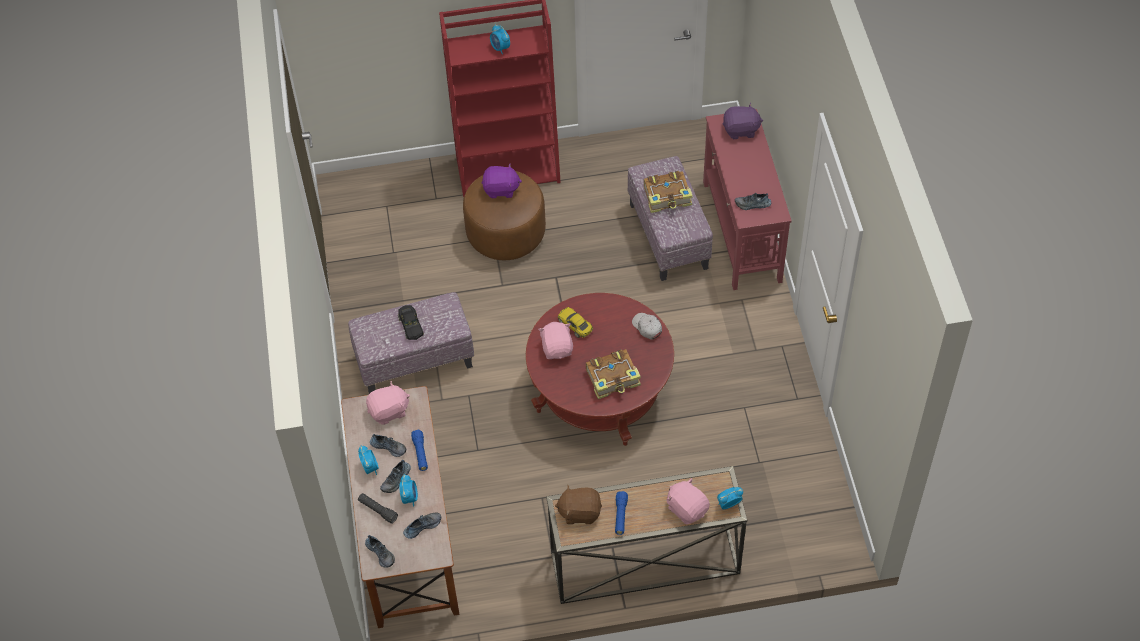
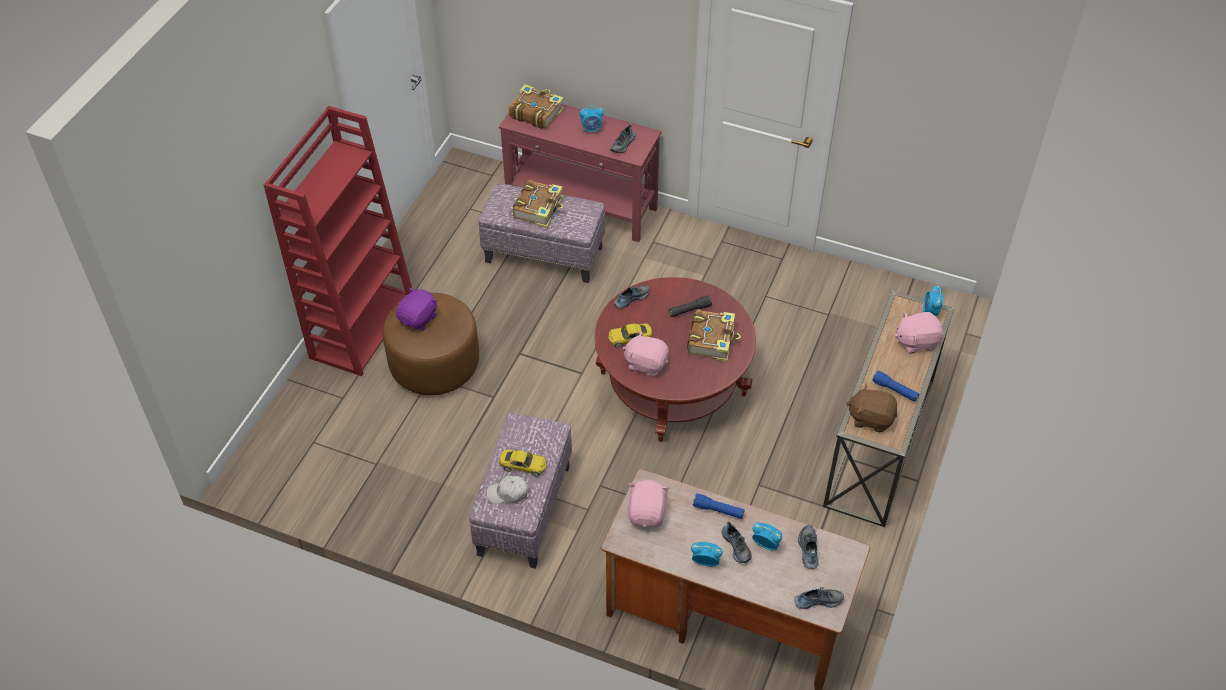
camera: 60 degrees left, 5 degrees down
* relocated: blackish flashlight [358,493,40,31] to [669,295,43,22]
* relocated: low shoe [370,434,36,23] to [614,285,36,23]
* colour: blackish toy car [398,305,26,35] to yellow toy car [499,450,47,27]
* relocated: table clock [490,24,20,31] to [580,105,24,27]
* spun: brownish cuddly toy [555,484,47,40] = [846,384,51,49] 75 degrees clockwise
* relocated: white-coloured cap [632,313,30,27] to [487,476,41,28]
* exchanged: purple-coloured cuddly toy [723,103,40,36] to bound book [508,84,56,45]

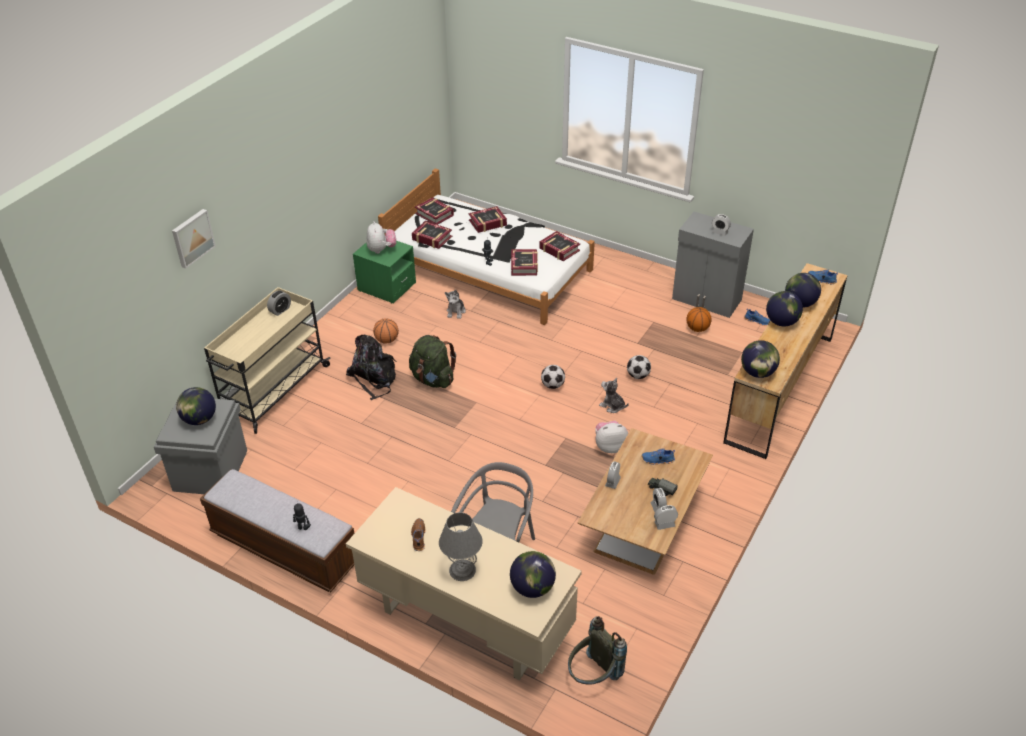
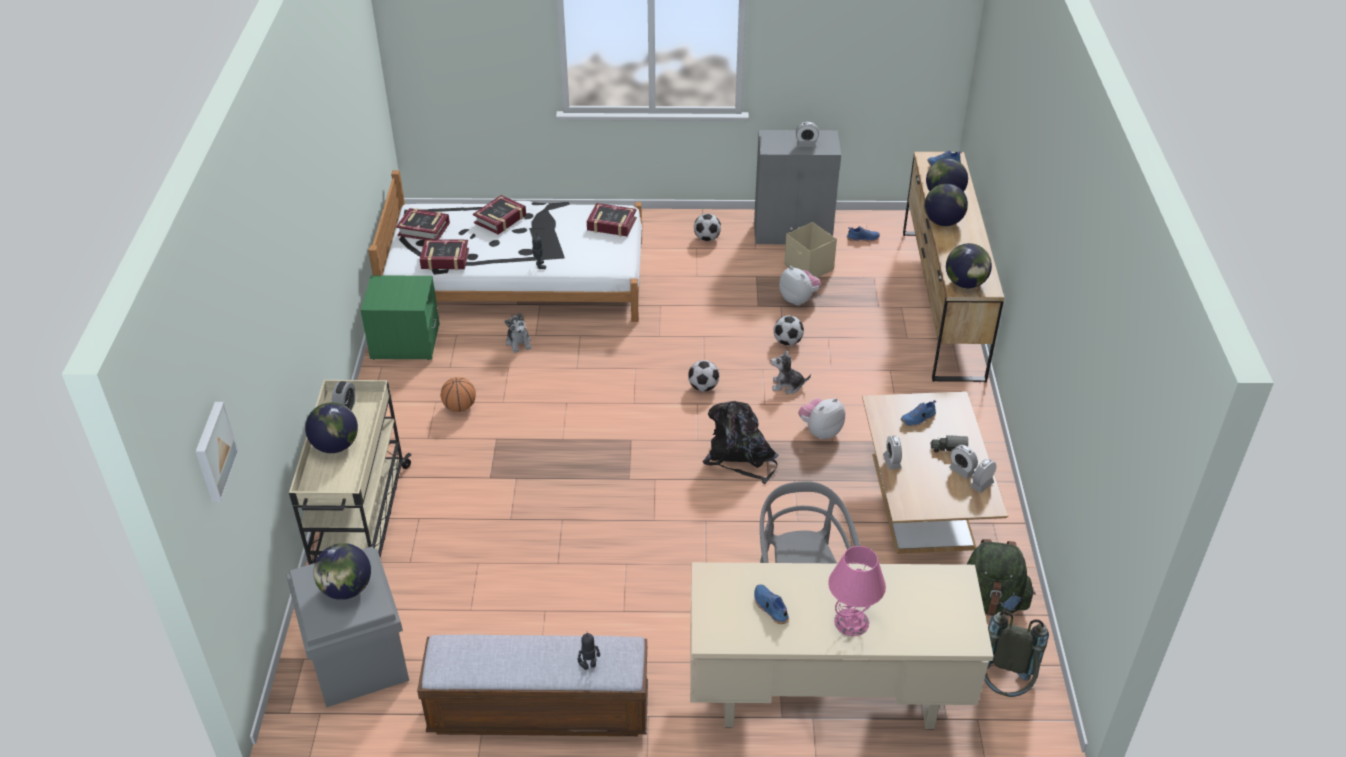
camera: 30 degrees left, 0 degrees up
* relocated: wall art [172,209,44,60] to [195,401,44,101]
* relocated: blackish backpack [346,335,51,65] to [702,401,76,83]
* relocated: cuddly toy [366,221,30,33] to [779,266,42,40]
* relocated: greenish backpack [409,335,47,53] to [967,539,68,77]
* colour: brownish low shoe [411,518,15,33] to blue-coloured low shoe [754,584,35,40]
* colour: greyish tabletop lamp [439,512,44,69] to pinkish tabletop lamp [828,546,58,90]
* relocated: desk globe [510,551,46,47] to [305,402,53,51]
* missing: bound book [511,249,27,27]
* exchanged: ball for basketball [686,307,26,25] to beige storage box [784,222,53,56]
* appeared: football [694,214,27,27]

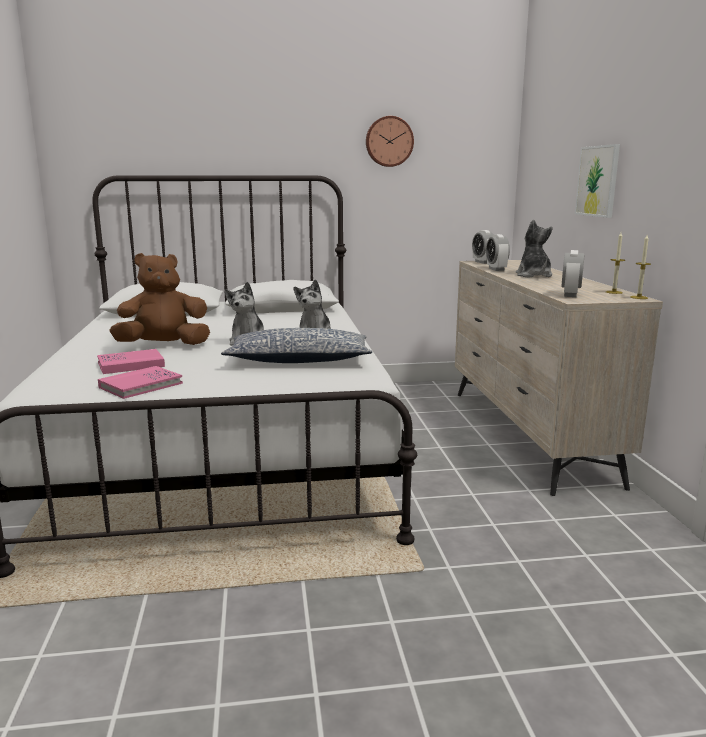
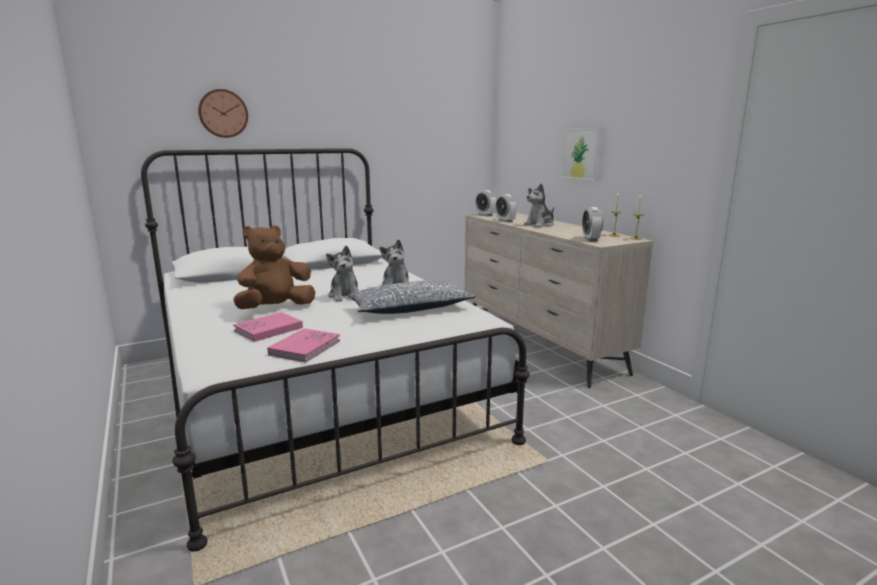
camera: 20 degrees left, 0 degrees up
* relocated: clock on the wall [366,116,48,51] to [198,89,50,49]
* spun: cuddly toy [516,220,37,58] = [524,183,30,44] 105 degrees counterclockwise

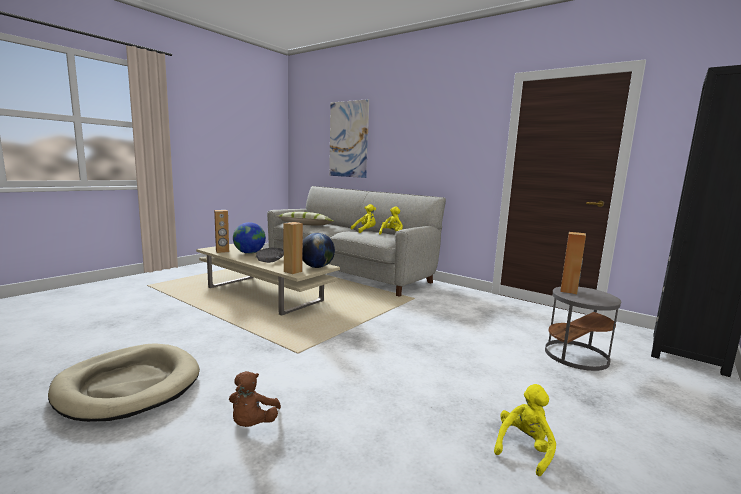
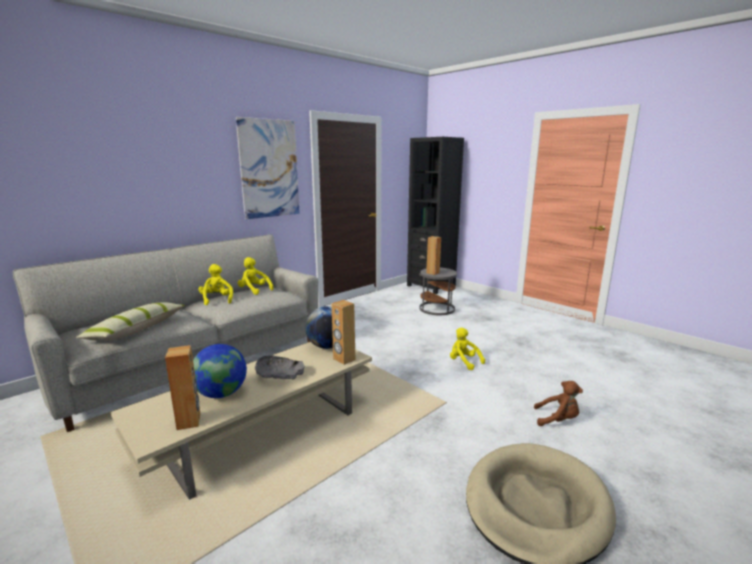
camera: 80 degrees left, 5 degrees up
* relocated: wall art [329,99,40,79] to [236,117,63,102]
* relocated: yellow cuddly toy [494,384,62,92] to [450,328,35,42]

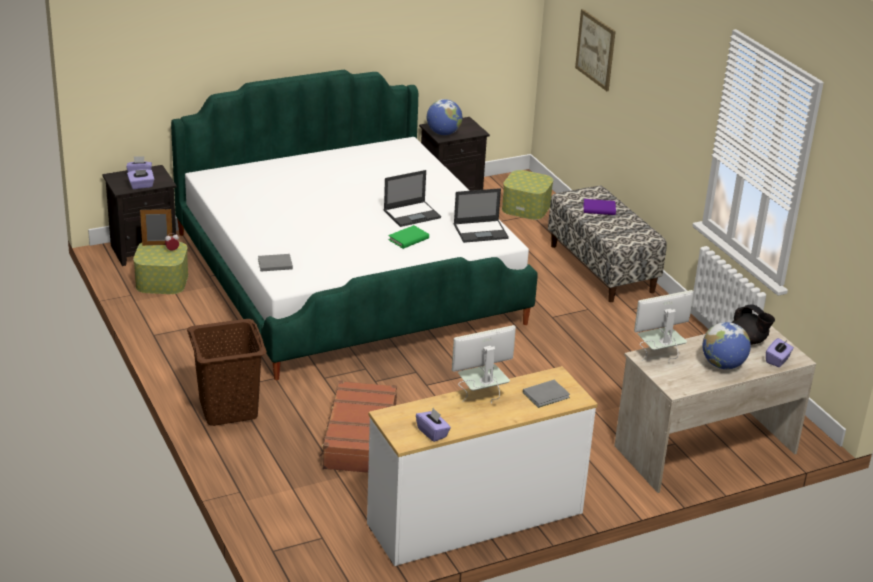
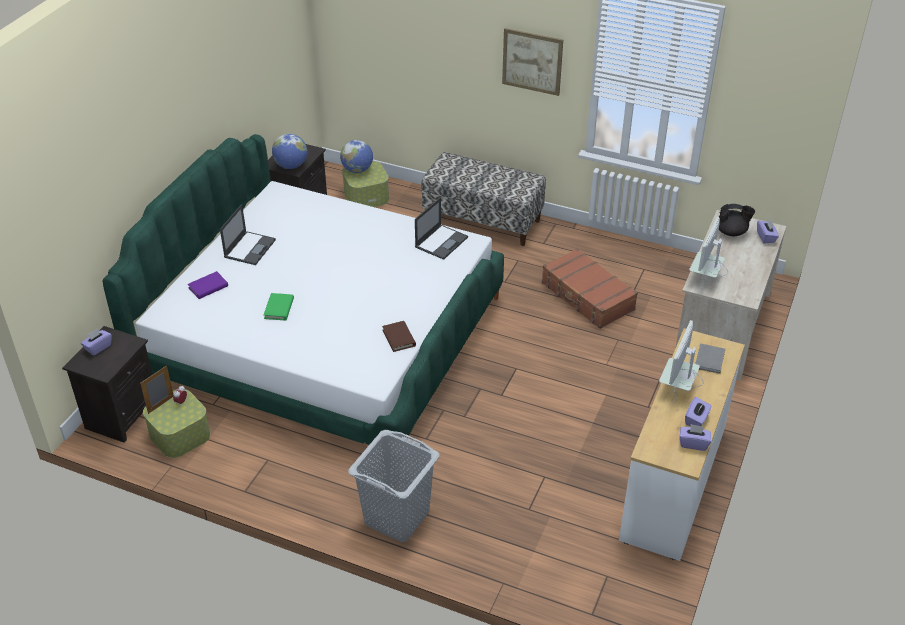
camera: 40 degrees left, 10 degrees up
* relocated: purple-coloured box of tissues [127,169,27,20] to [685,397,27,29]
* colour: brownish laundry basket [187,319,80,107] to greyish laundry basket [348,430,92,112]
* missing: greyish bound book [258,254,35,17]
* relocated: brownish piece of luggage [319,380,78,93] to [542,248,96,81]
* relocated: notebook computer [384,170,57,57] to [220,204,56,61]
* relocated: greenish bound book [388,225,41,24] to [263,293,31,27]
* relocated: wall art [575,9,41,82] to [502,28,61,68]
* relocated: purple-coloured bound book [583,199,33,16] to [188,271,40,28]
* relocated: desk globe [702,322,49,47] to [340,140,33,33]
* appeared: brownish bound book [382,321,34,31]

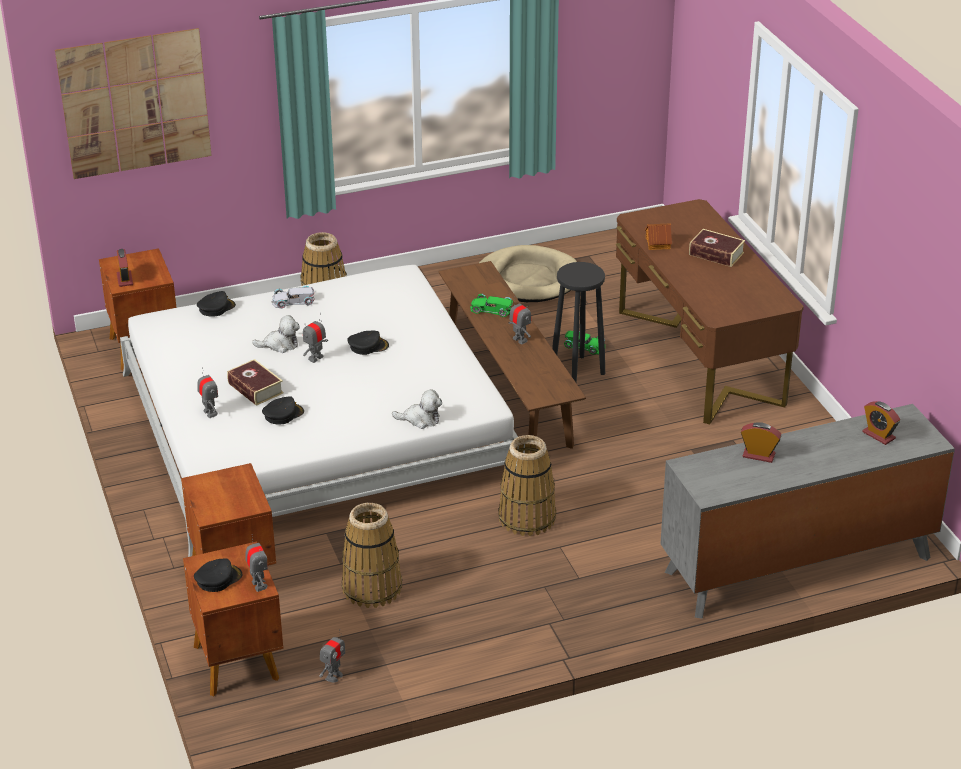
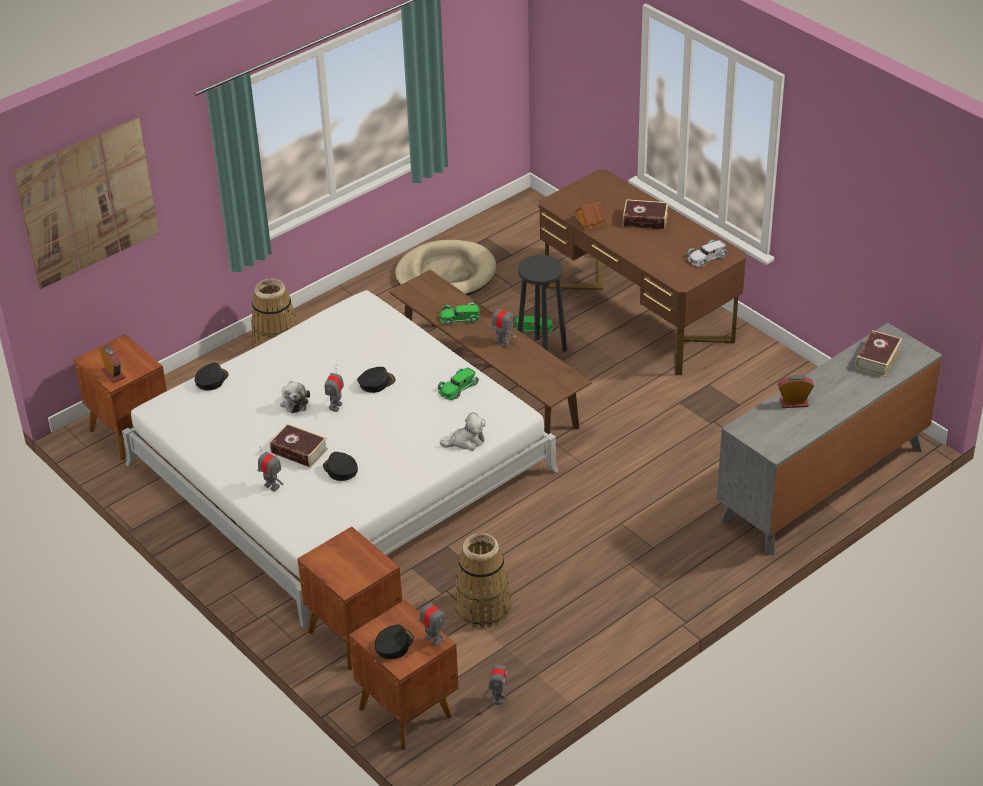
camera: 20 degrees left, 5 degrees up
* spun: cuddly toy [252,315,48,38] = [280,381,30,32] 105 degrees clockwise
* spun: blackish cap [262,396,42,29] = [323,452,35,29] 75 degrees counterclockwise
* relocated: white-coloured toy car [272,285,43,24] to [687,240,41,27]
* missing: basket [498,435,58,101]
* exchanged: table clock [862,401,38,44] to bound book [855,330,47,47]
* appeared: greenish toy car [437,368,42,32]

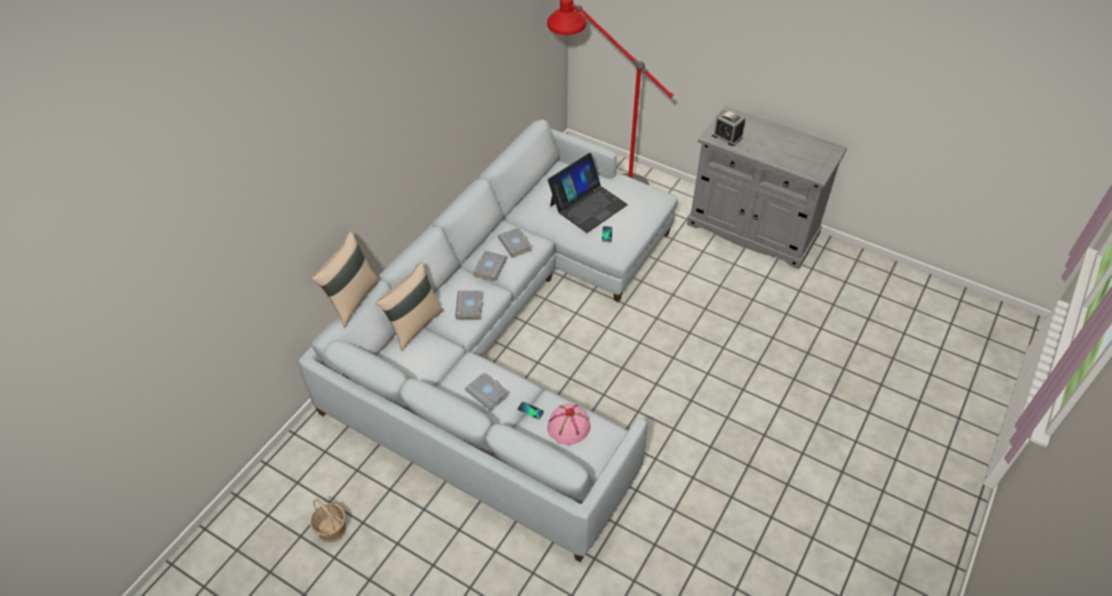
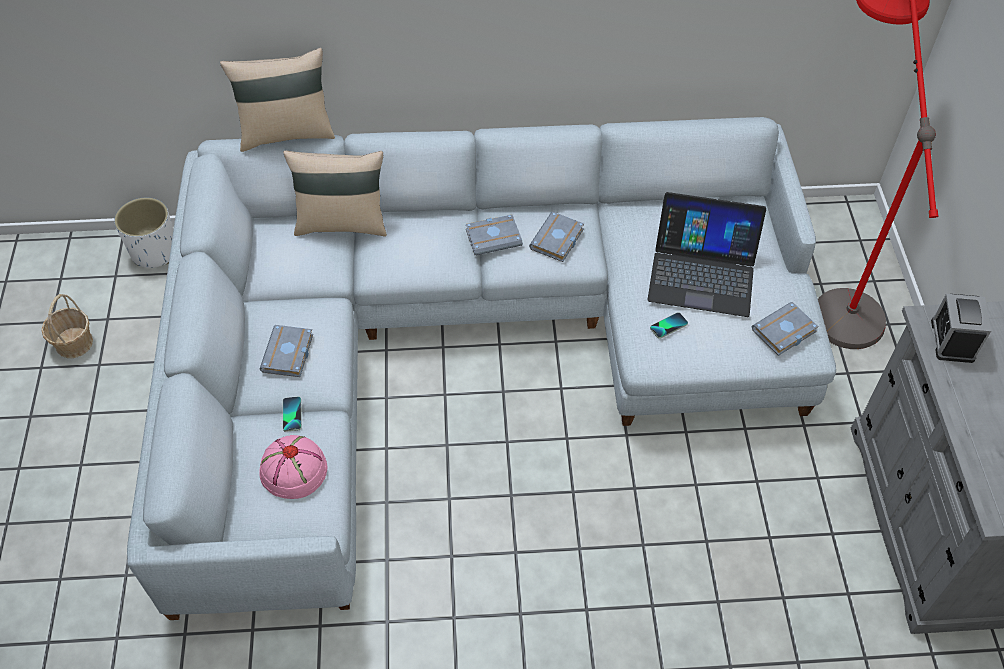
camera: 55 degrees right, 5 degrees up
* relocated: greyish bound book [455,290,28,29] to [752,302,67,54]
* appeared: white-coloured planter [114,198,59,70]

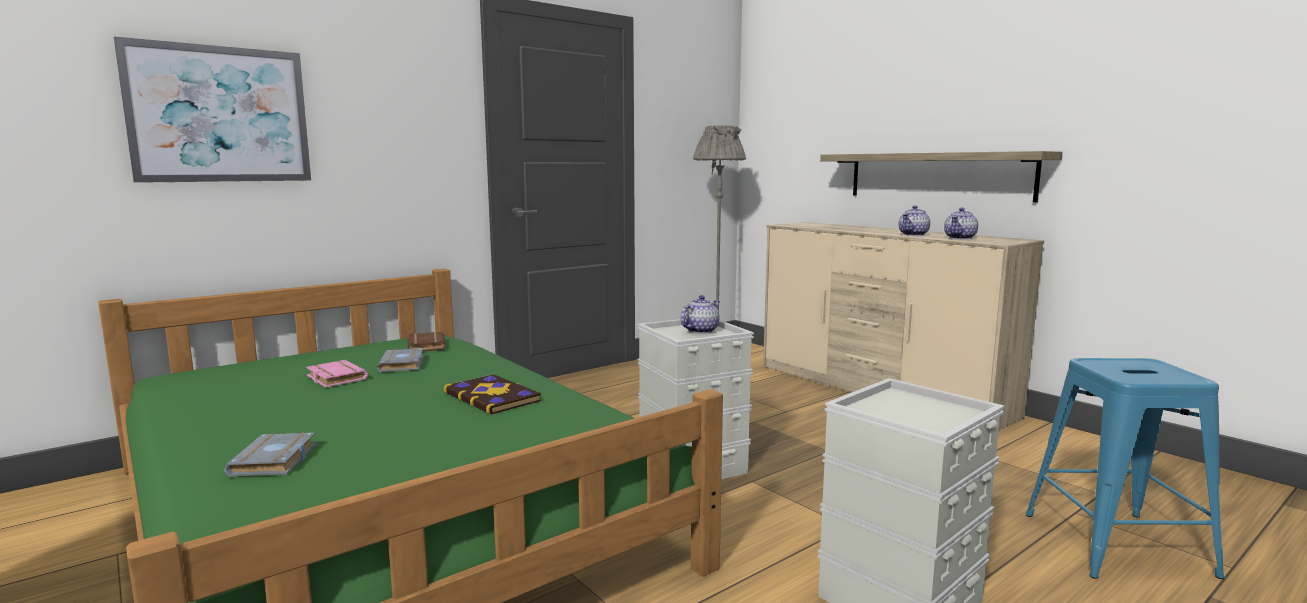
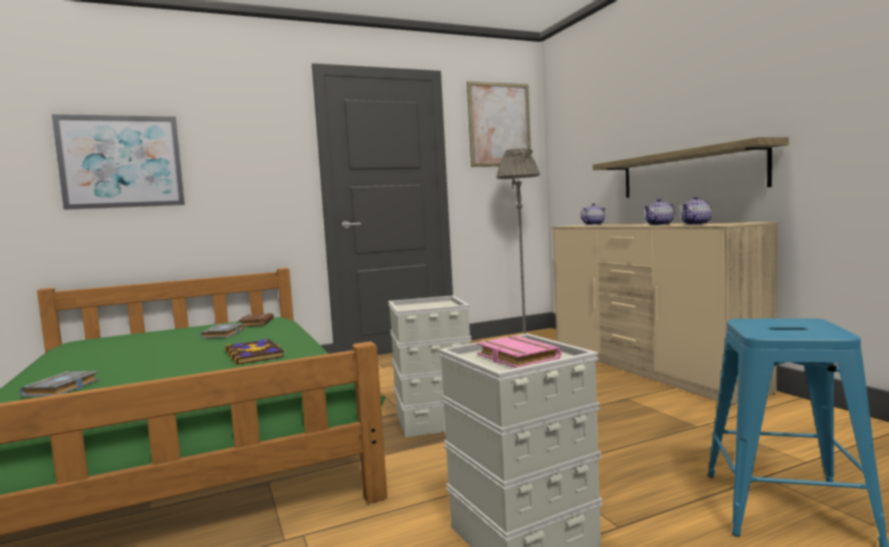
camera: 15 degrees right, 5 degrees down
* relocated: pinkish bound book [306,360,62,28] to [477,336,85,32]
* relocated: pot for tea [681,295,39,39] to [580,203,26,22]
* appeared: wall art [467,81,64,86]

